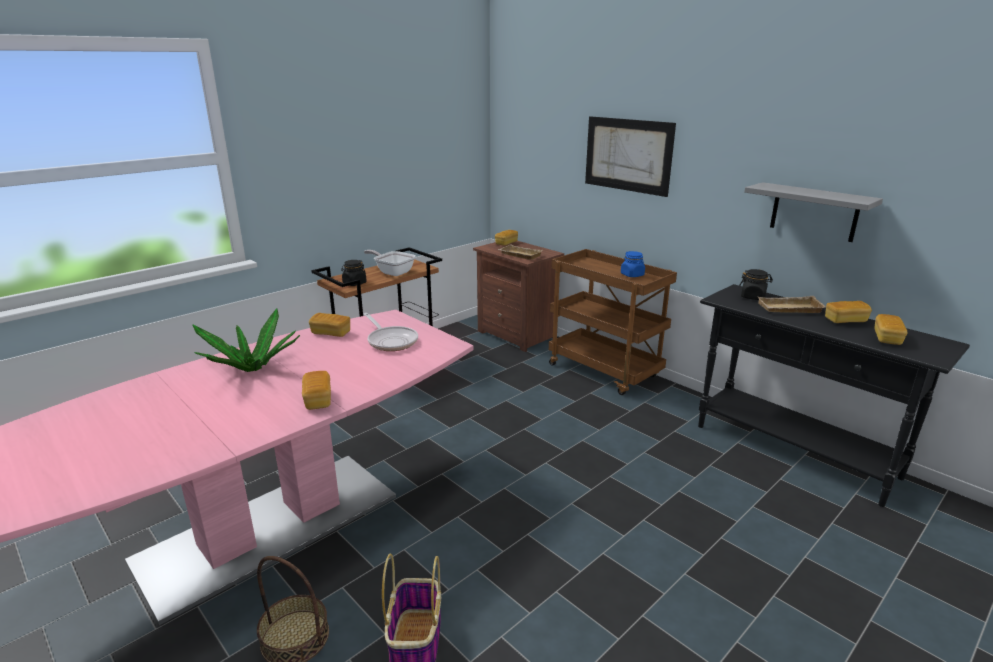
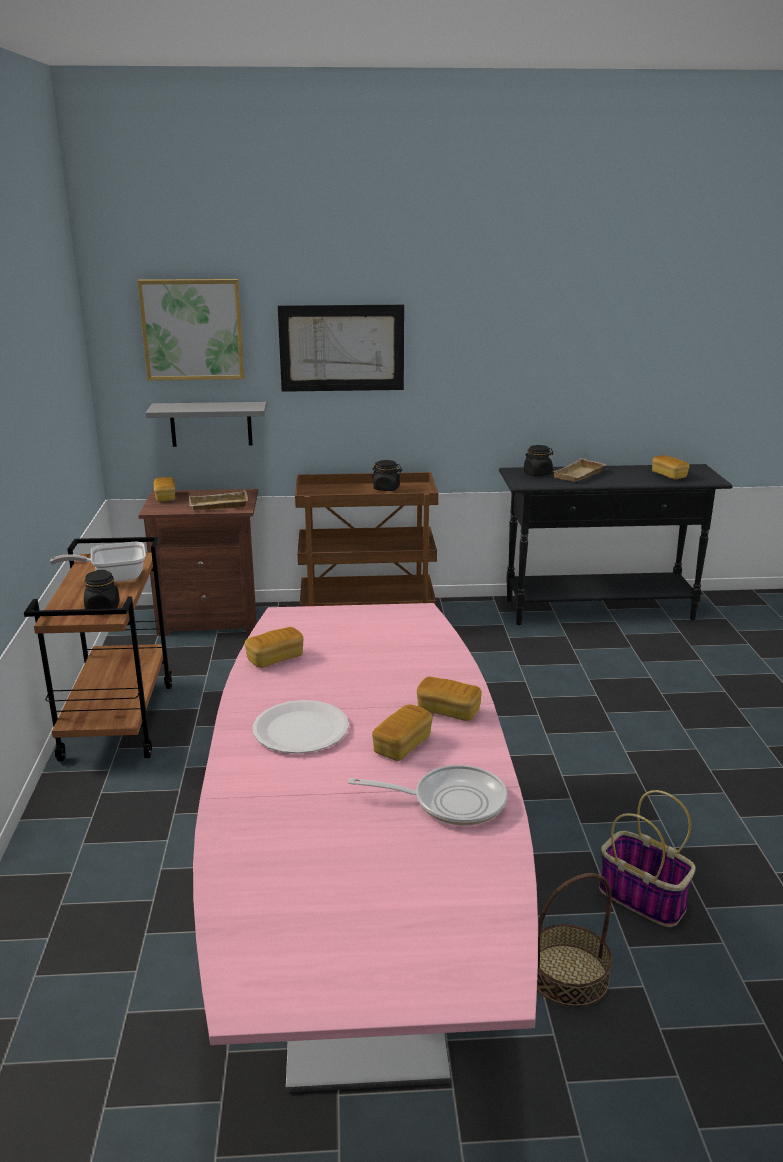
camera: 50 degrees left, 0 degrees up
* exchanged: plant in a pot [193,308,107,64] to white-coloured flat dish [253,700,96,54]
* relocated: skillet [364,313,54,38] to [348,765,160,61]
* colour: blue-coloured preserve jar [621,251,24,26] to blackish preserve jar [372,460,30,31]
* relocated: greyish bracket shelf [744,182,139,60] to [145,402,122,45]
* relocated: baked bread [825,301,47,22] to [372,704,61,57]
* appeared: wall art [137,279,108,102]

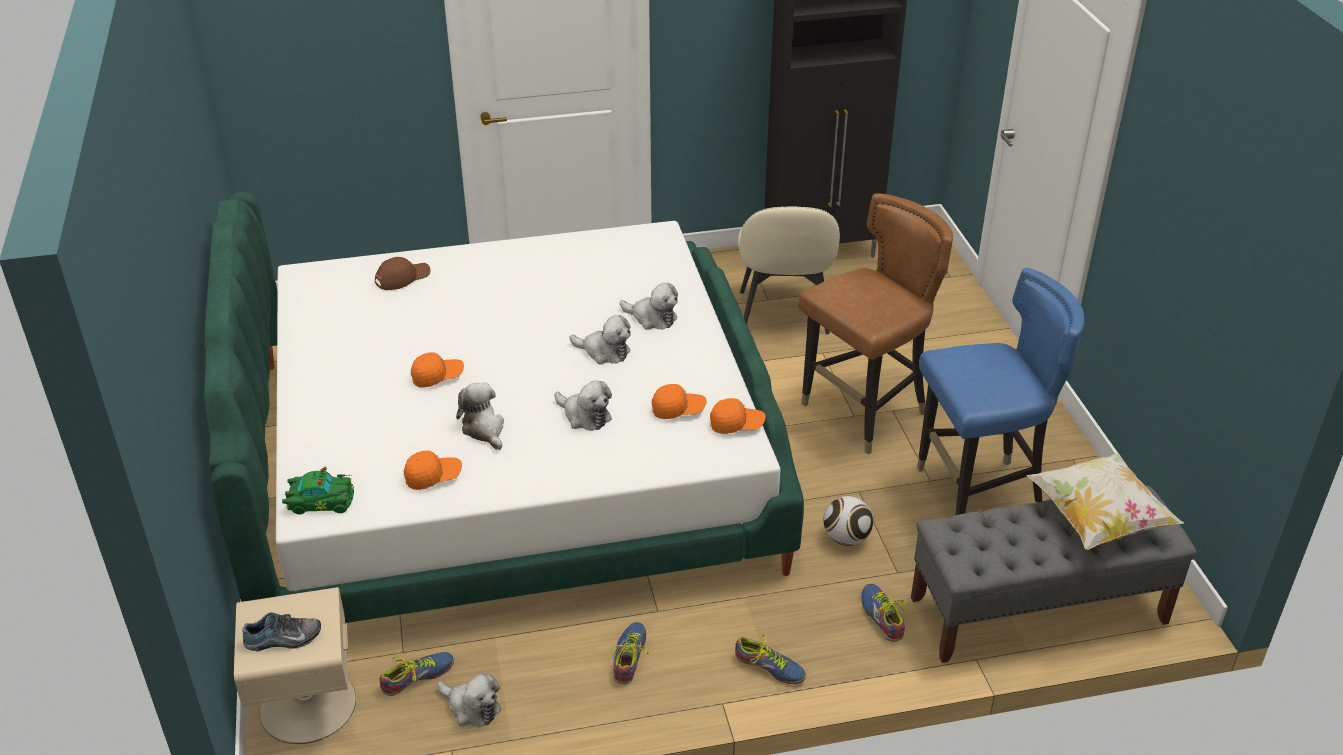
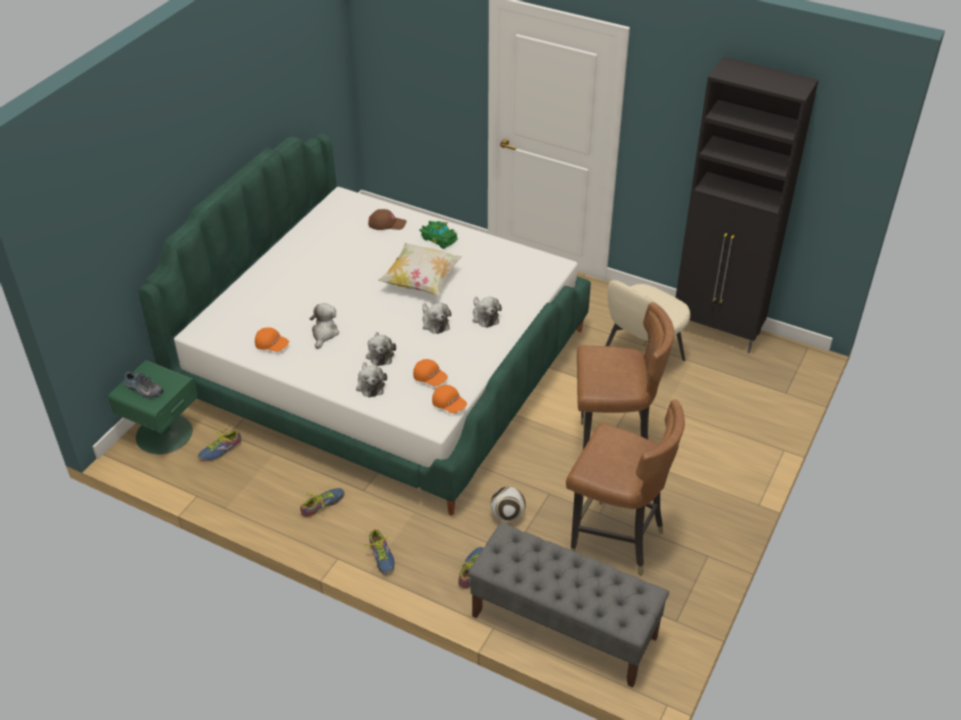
camera: 40 degrees right, 5 degrees up
* colour: beige bedside table [234,587,122,157] to greenish bedside table [108,360,90,94]
* relocated: greenish toy car [282,467,72,47] to [419,221,39,28]
* spun: low shoe [380,652,74,44] = [198,426,44,35] 135 degrees clockwise
* missing: orange-coloured cap [411,352,53,35]
* relocated: cuddly toy [437,674,64,53] to [356,362,31,36]
* colour: blue-coloured chair [917,268,167,247] to brownish chair [566,399,119,177]
* relocated: throw pillow [1026,453,158,97] to [378,243,85,53]

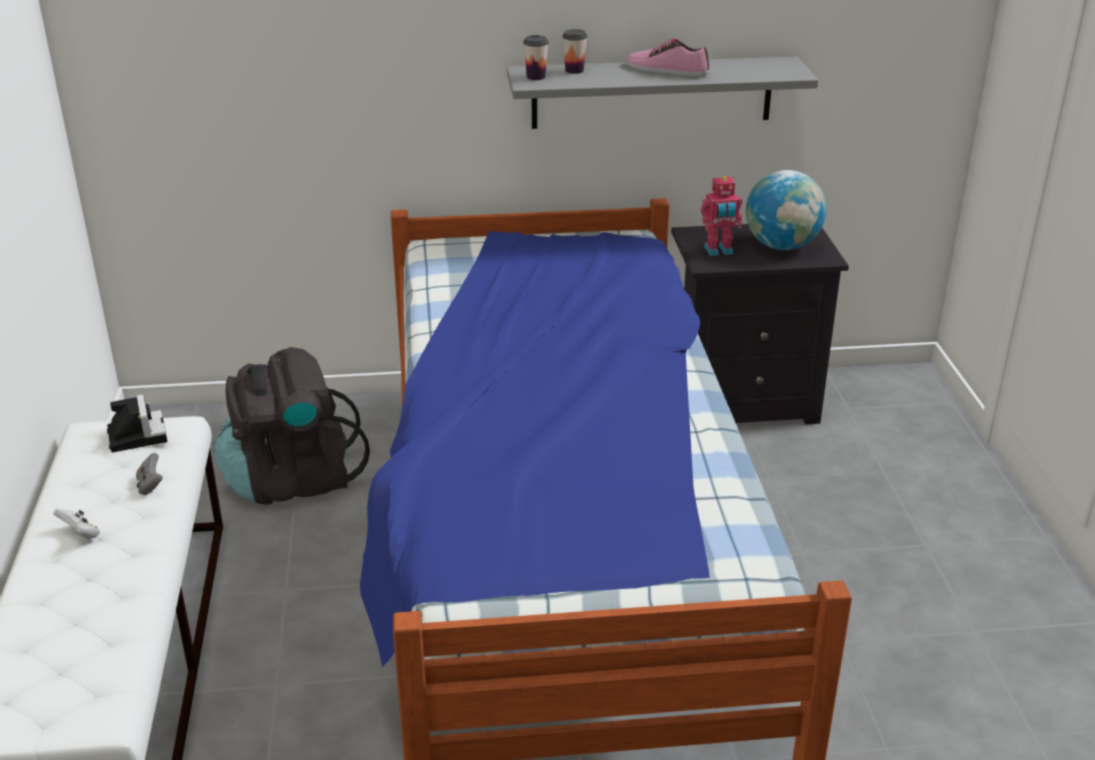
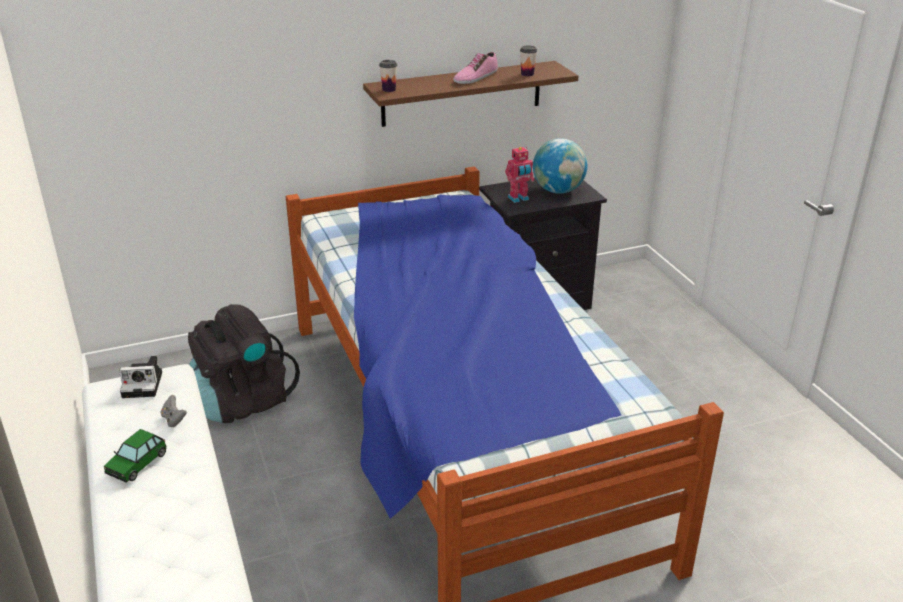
camera: 15 degrees left, 0 degrees up
* exchanged: white-coloured game controller [54,508,46,31] to toy car [104,429,63,54]
* spun: still camera [107,395,61,57] = [119,356,43,42] 120 degrees clockwise
* colour: greyish bracket shelf [507,56,311,73] to brownish bracket shelf [363,61,215,66]
* relocated: drinking cup [563,29,24,45] to [520,45,17,31]
* spun: low shoe [626,38,83,39] = [453,52,45,32] 60 degrees counterclockwise

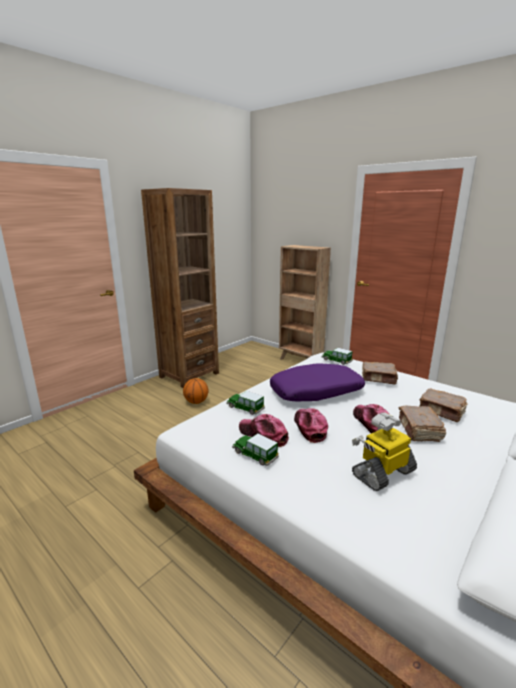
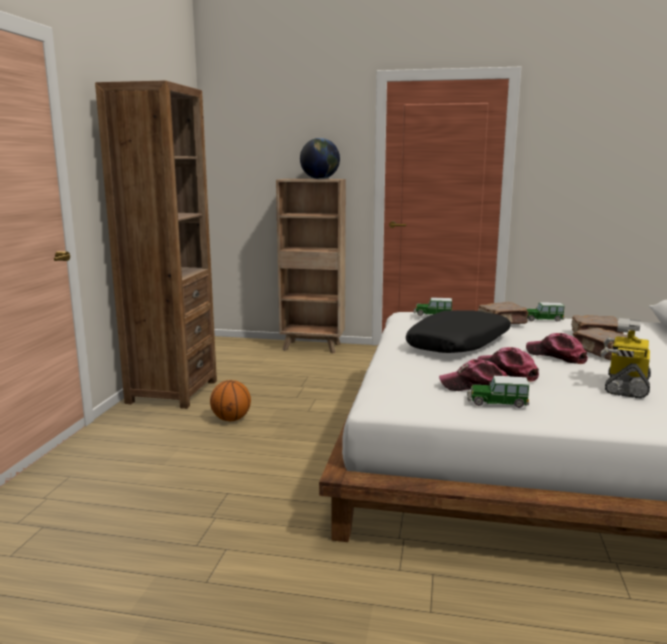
camera: 30 degrees left, 5 degrees down
* relocated: toy car [226,391,39,24] to [527,302,38,20]
* colour: purple-coloured throw pillow [270,363,95,38] to blackish throw pillow [406,310,105,43]
* appeared: desk globe [300,138,40,41]

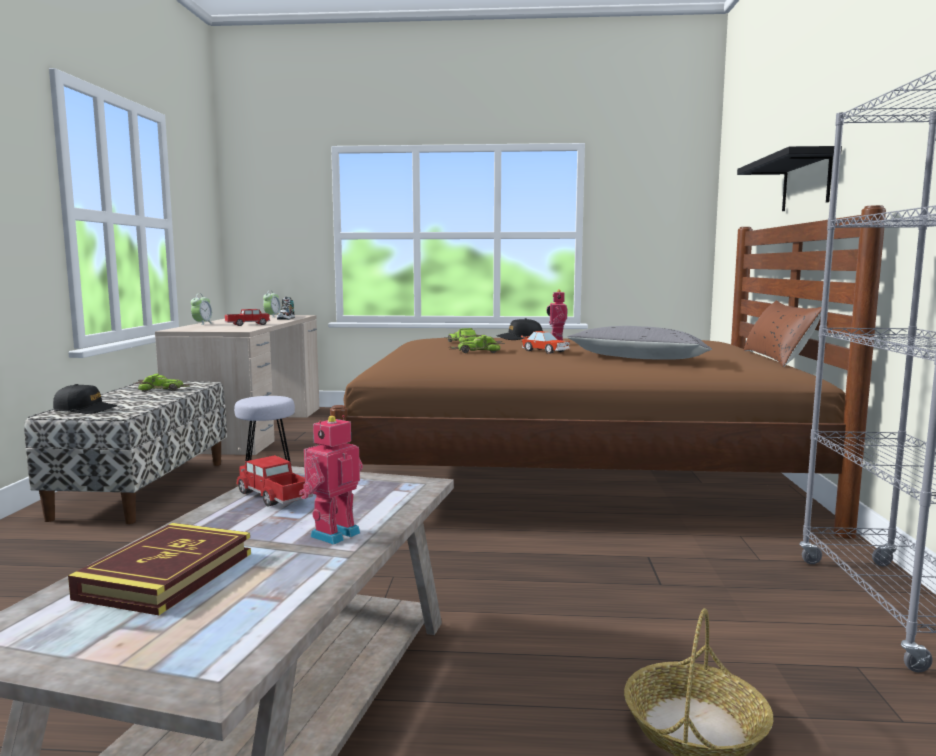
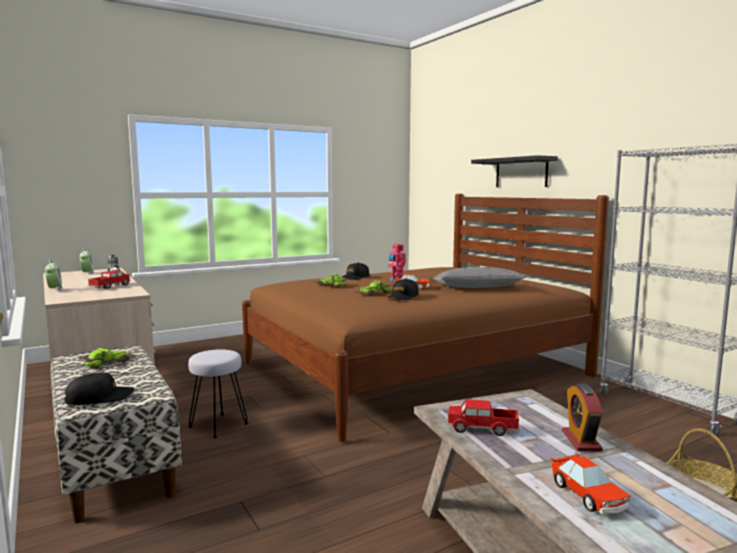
camera: 35 degrees left, 0 degrees up
* exchanged: bound book [68,523,183,92] to toy car [551,452,80,62]
* exchanged: robot figure [299,415,64,130] to table clock [562,384,41,67]
* missing: brownish throw pillow [743,300,79,67]
* appeared: blackish cap [387,279,32,21]

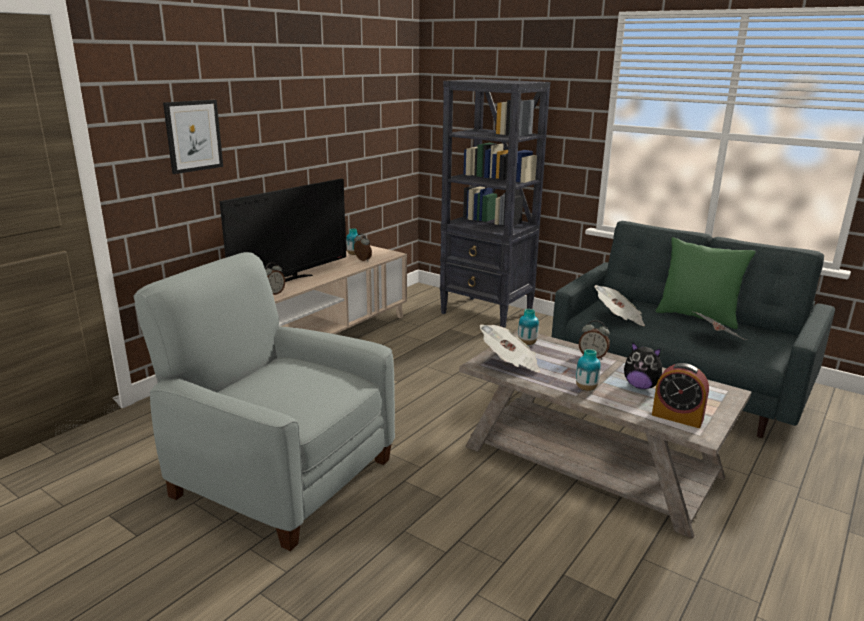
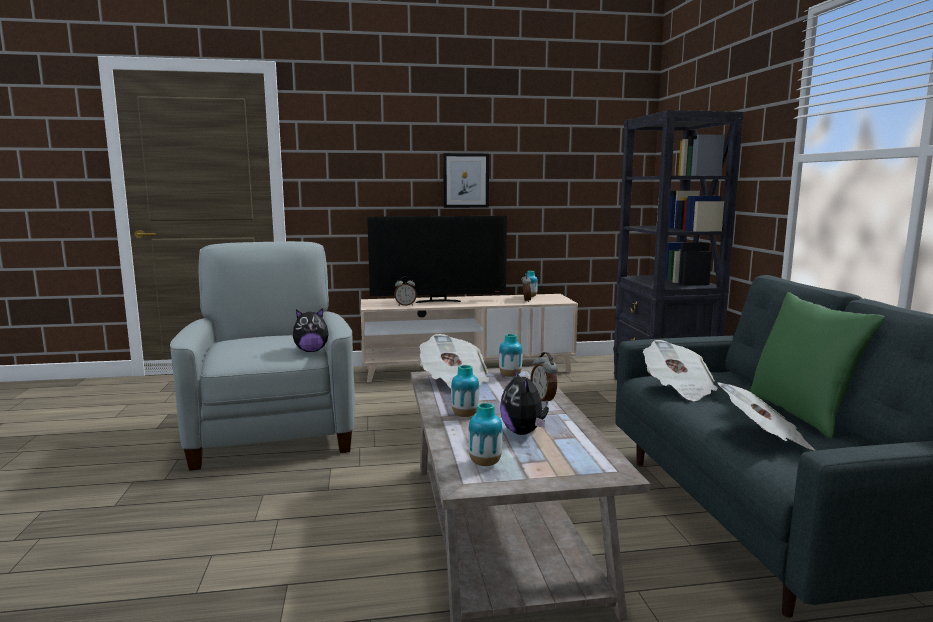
camera: 45 degrees right, 10 degrees down
* relocated: wall art [163,100,60,74] to [443,153,46,55]
* exchanged: table clock [652,363,57,65] to flower vase [468,403,35,63]
* appeared: cuddly toy [293,308,36,44]

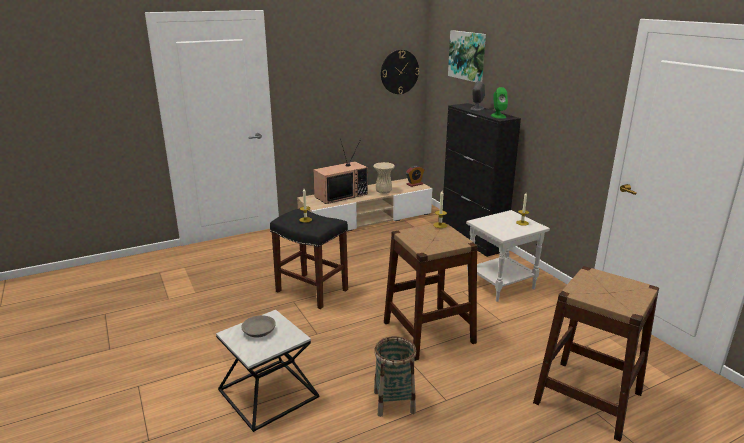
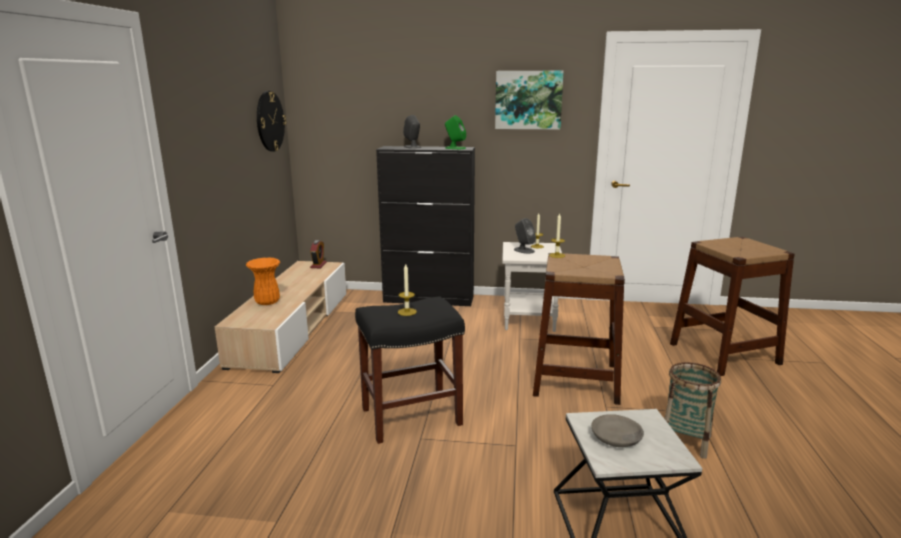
camera: 55 degrees left, 5 degrees down
* exchanged: TV set [313,139,55,65] to orange-coloured flower vase [246,257,34,48]
* missing: beige flower vase [373,162,22,32]
* relocated: wall art [448,30,38,52] to [495,71,69,59]
* appeared: greyish speaker [514,218,22,36]

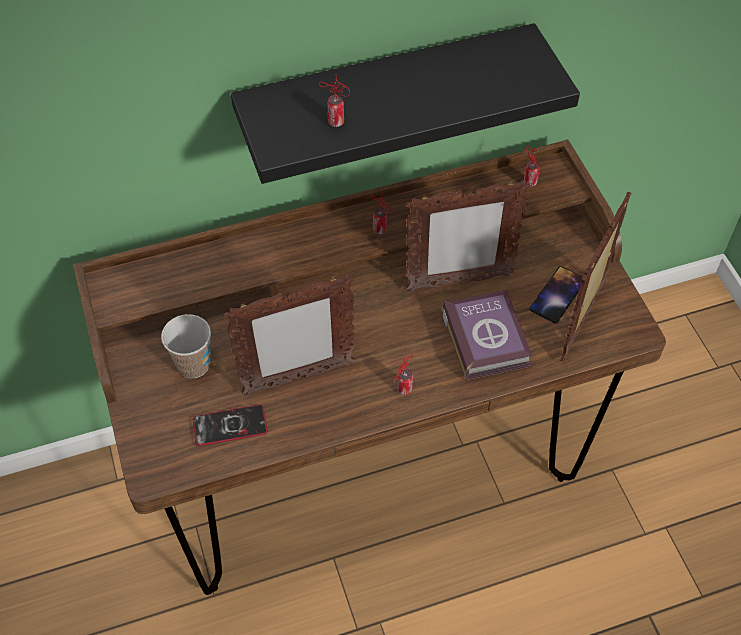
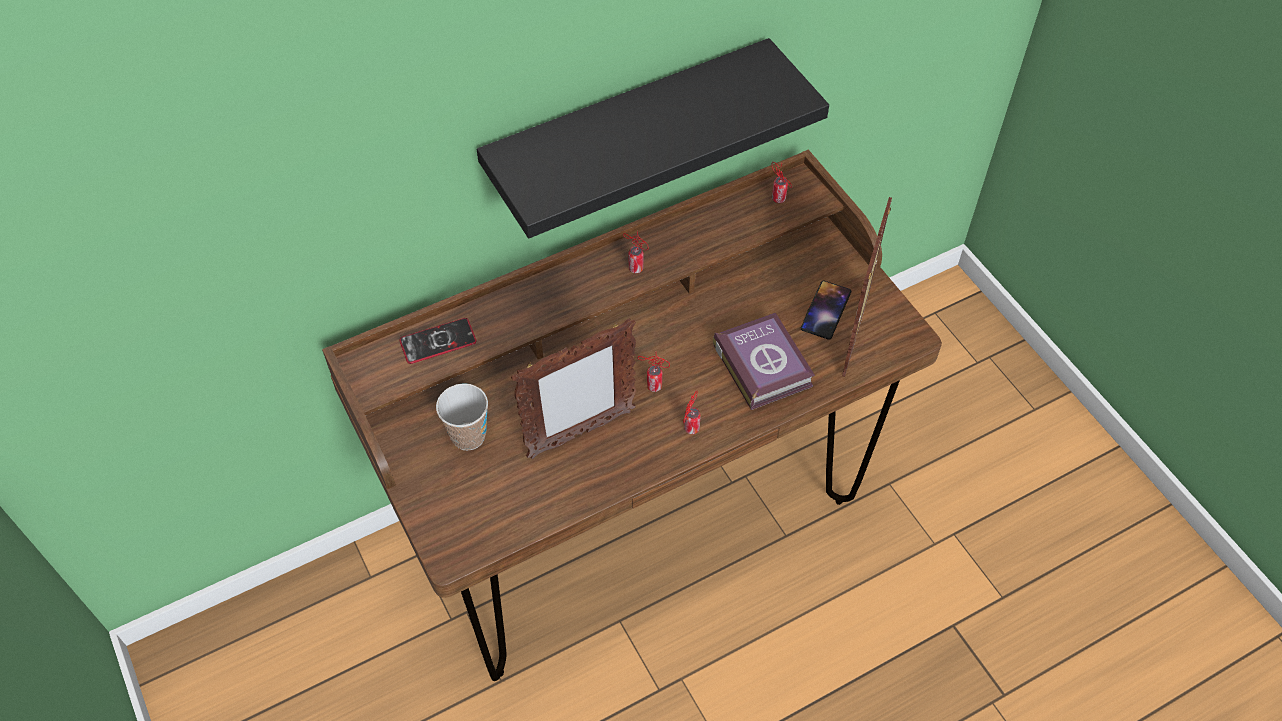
camera: 10 degrees left, 0 degrees up
* relocated: phone [193,405,75,41] to [399,318,77,46]
* relocated: metal can [319,76,31,51] to [638,355,32,37]
* missing: photo frame [406,180,124,112]

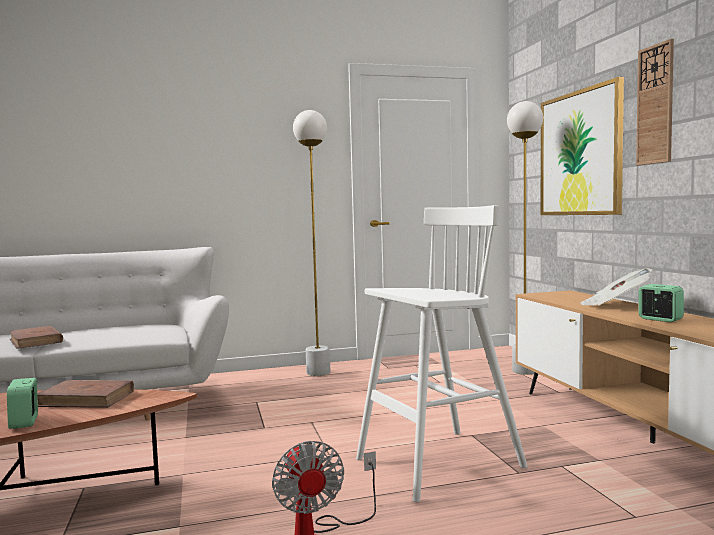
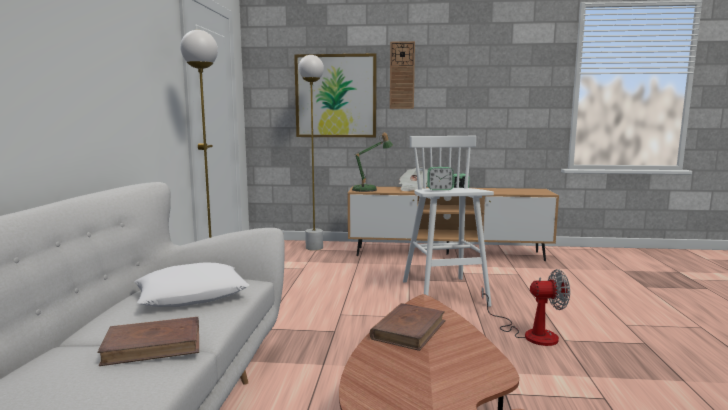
camera: 70 degrees left, 5 degrees up
* relocated: table clock [7,378,31,51] to [427,167,27,23]
* appeared: white-coloured throw pillow [134,263,115,44]
* appeared: tabletop lamp [352,132,41,60]

